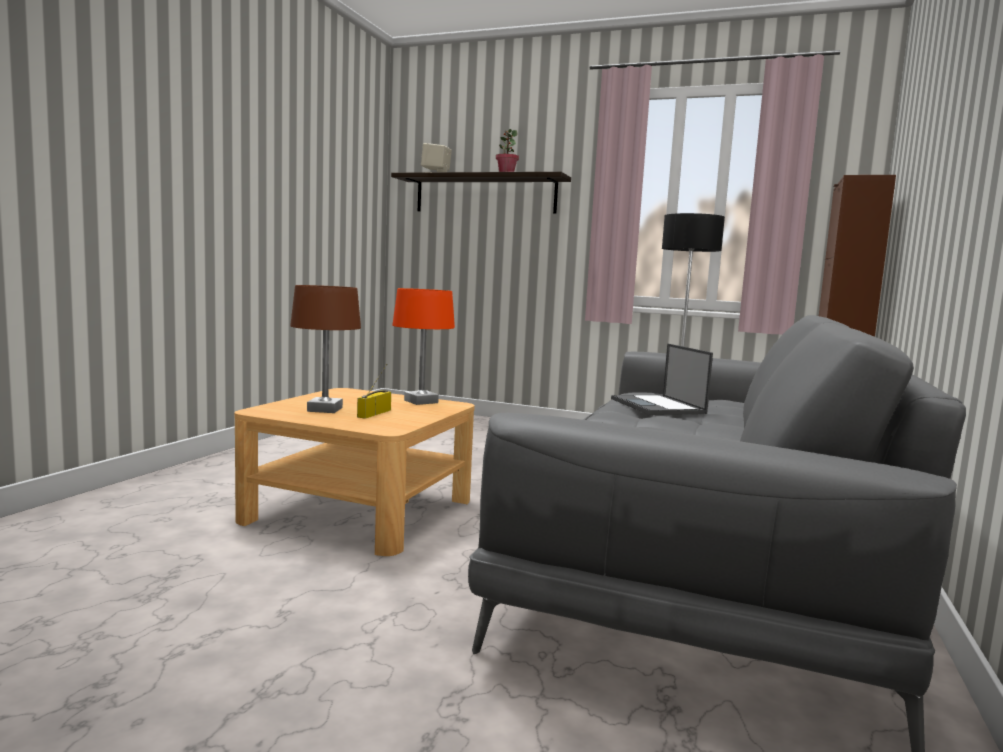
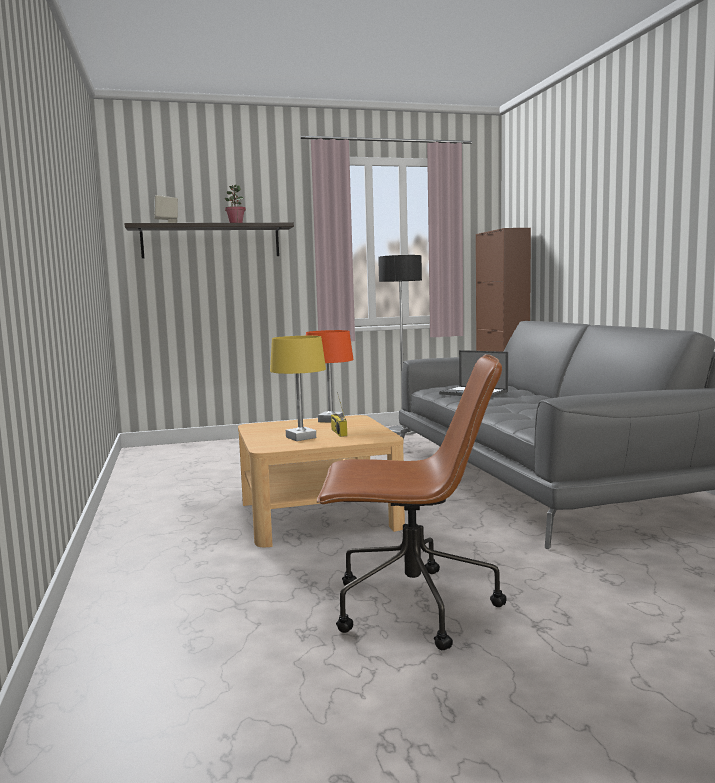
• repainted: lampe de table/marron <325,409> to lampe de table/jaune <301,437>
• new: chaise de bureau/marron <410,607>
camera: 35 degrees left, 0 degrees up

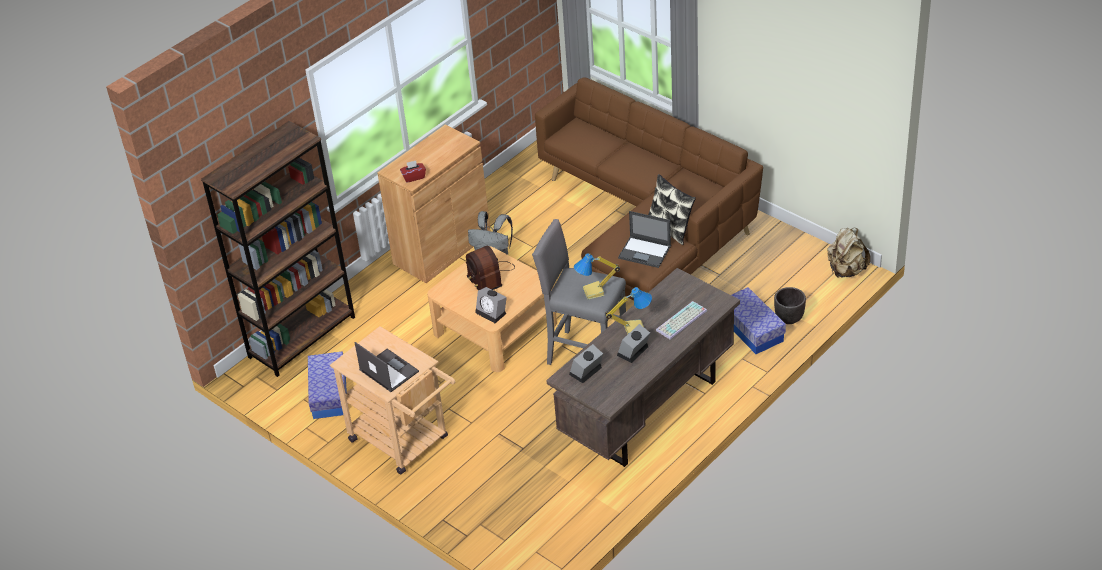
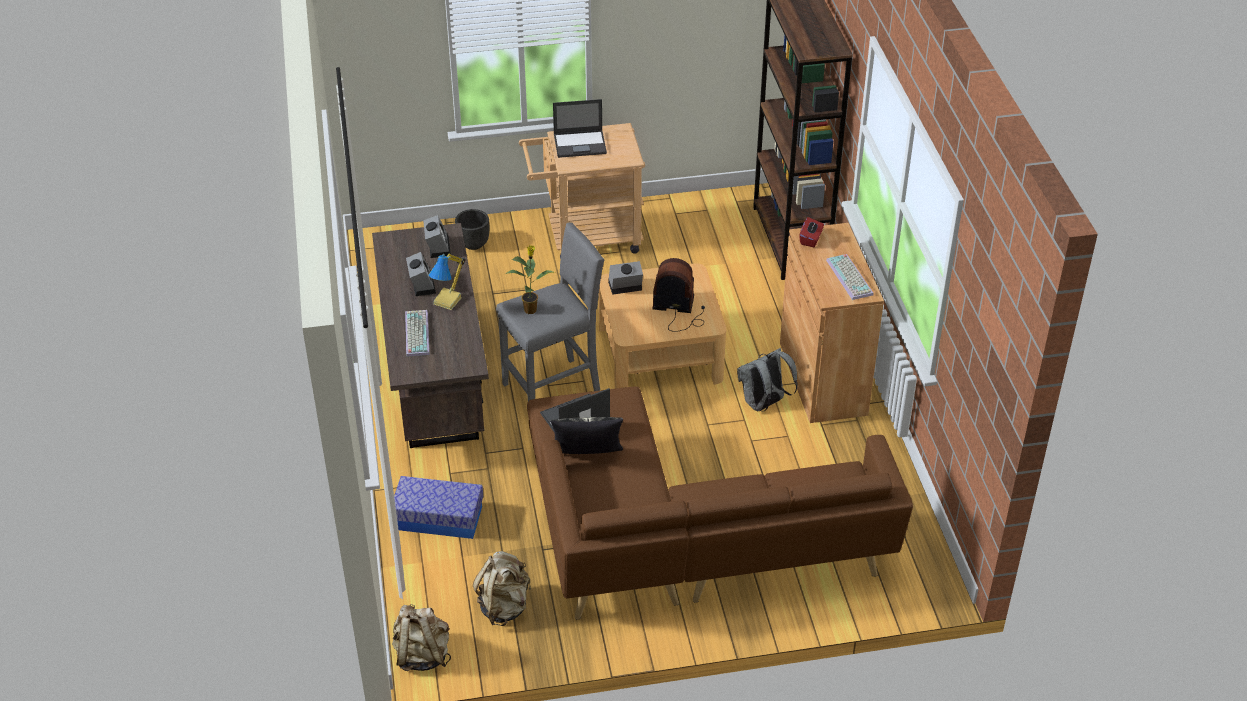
• shifted: cache-pot/noir <789,318> to <473,243>
• new: sac à dos/beige <504,606>
• swapped: lampe de table <594,292> to plante en pot <531,309>
• new: clavier <851,278>
• gone: boîte de rangement <329,394>
camera: 125 degrees right, 0 degrees up

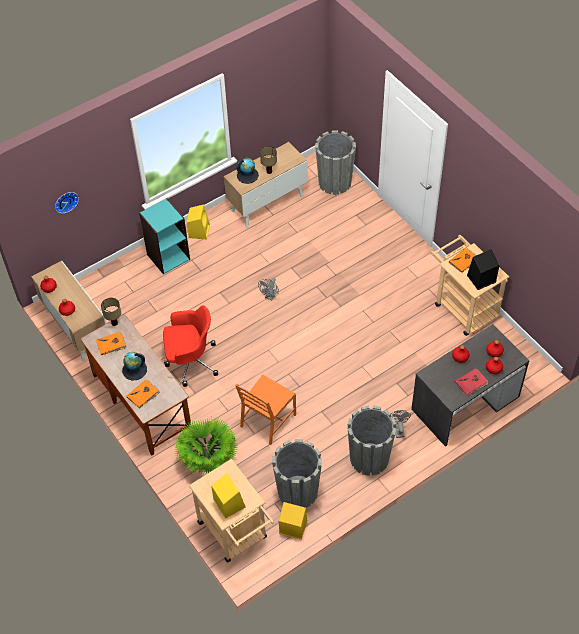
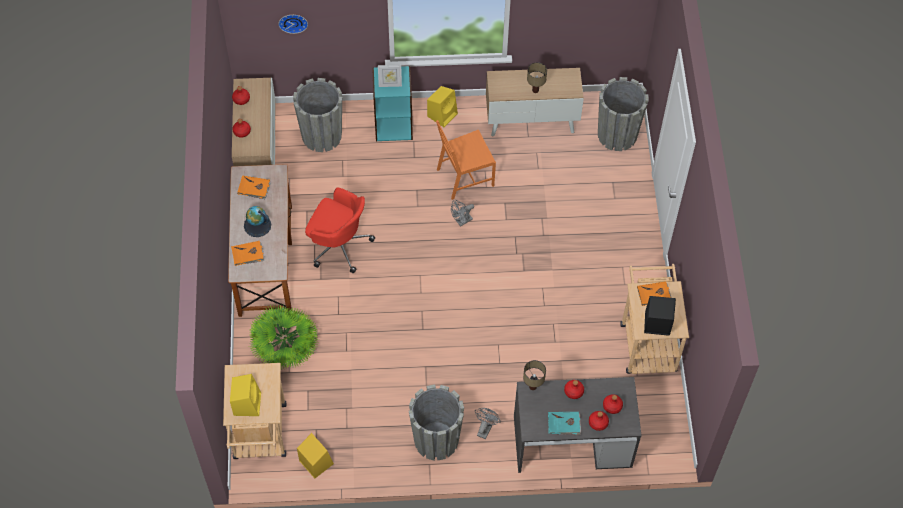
• shifted: cache-pot/gris <298,491> to <321,135>
• new: cadre photo <390,84>
• shifted: chaise/orange <267,421> to <464,177>
• shifted: lampe de table <114,323> to <532,386>
• repainted: livre/rouge <471,383> to livre/turquoise <564,424>
• gone: globe <247,175>
camera: 30 degrees right, 5 degrees up

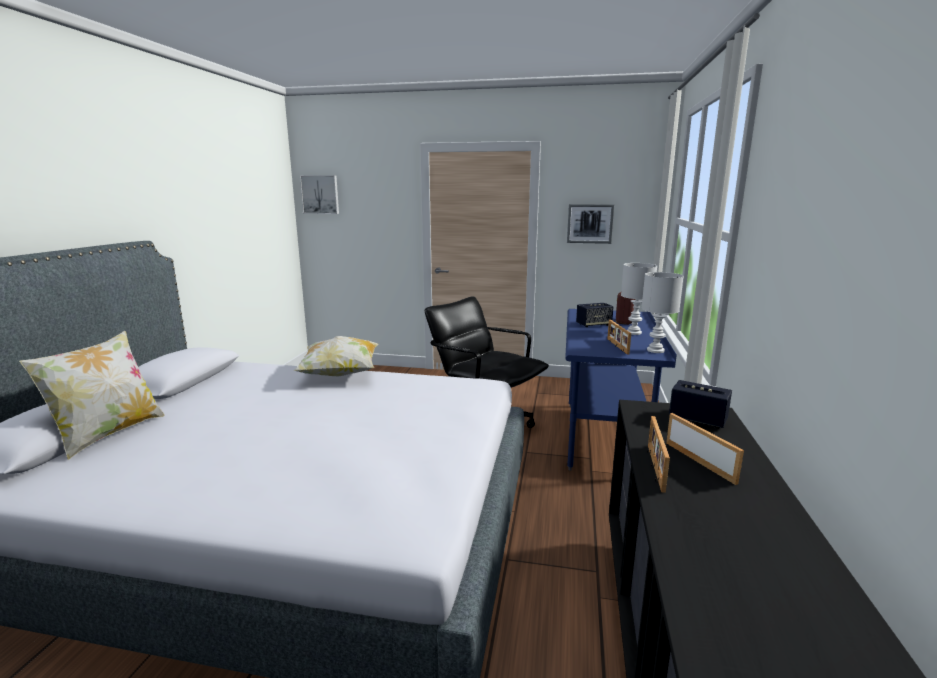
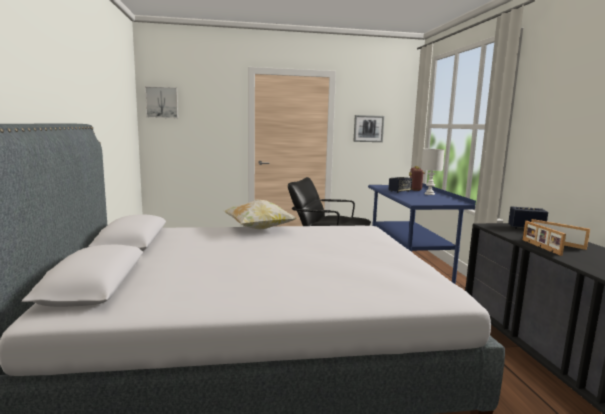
• gone: coussin <109,433>
• gone: cadre photo <617,346>
• gone: lampe de table/blanc <655,350>
camera: 20 degrees left, 5 degrees down

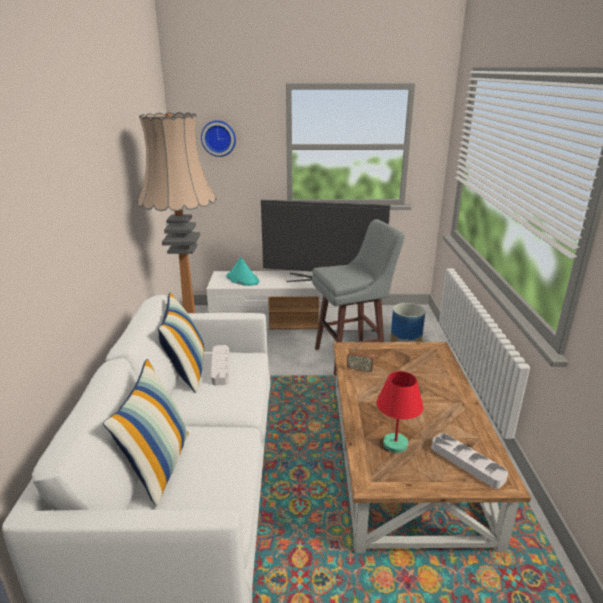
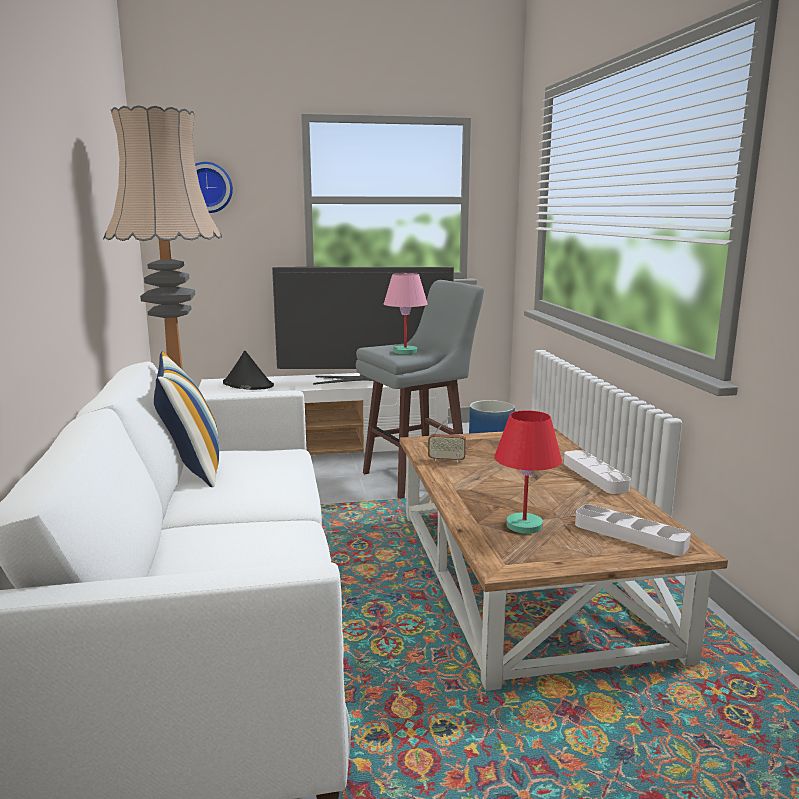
• repainted: chapeau/turquoise <242,279> to chapeau/noir <247,384>
• new: lampe de table/rose <405,351>
• shifted: plateau/blanc <220,367> to <595,476>
• gone: coussin <158,465>
camera: 10 degrees left, 10 degrees down

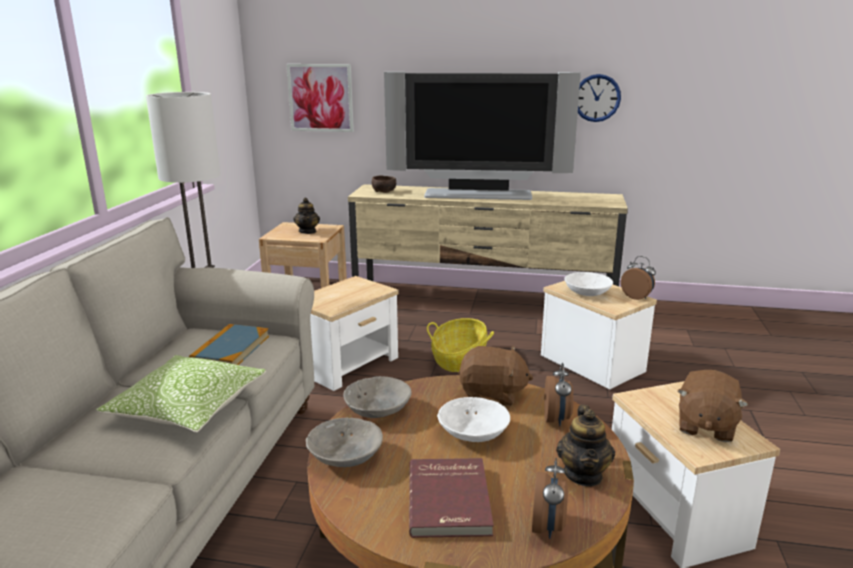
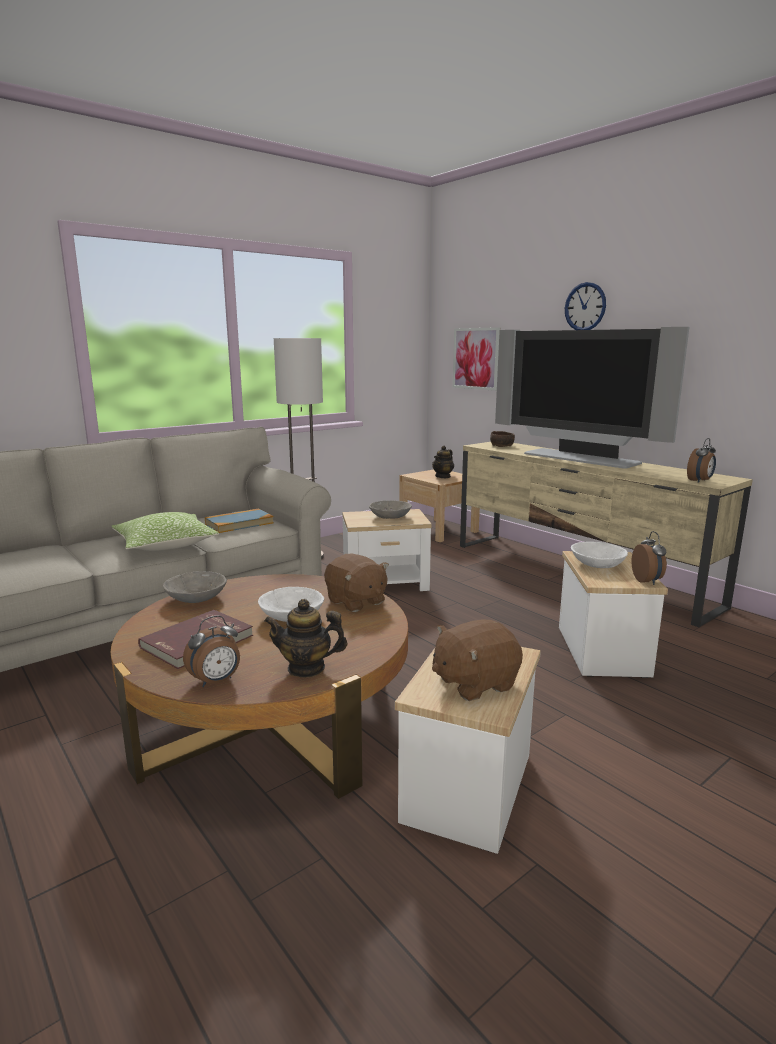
• rotated: théière <583,474> = <306,668> 45 degrees clockwise
• shifted: bol/gris <378,409> to <391,517>
• shifted: horloge murale <597,98> to <585,307>
• shifted: réveil <557,419> to <700,481>
• gone: panier <459,359>
camera: 40 degrees right, 5 degrees down

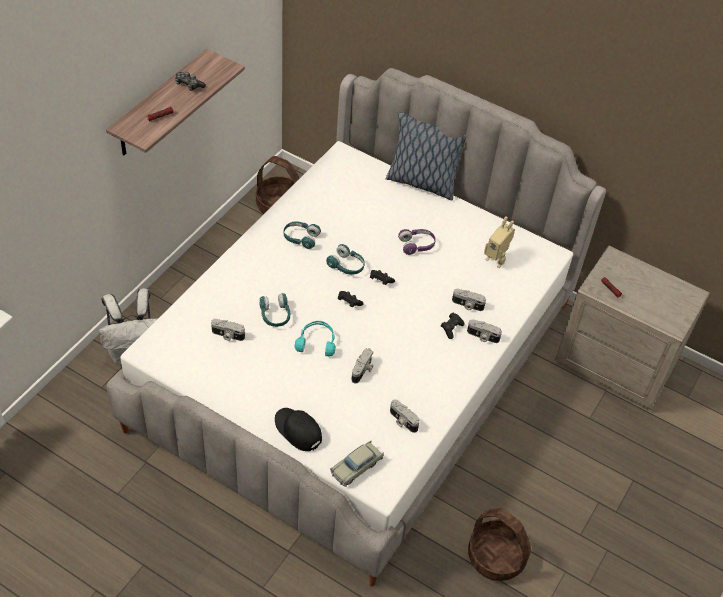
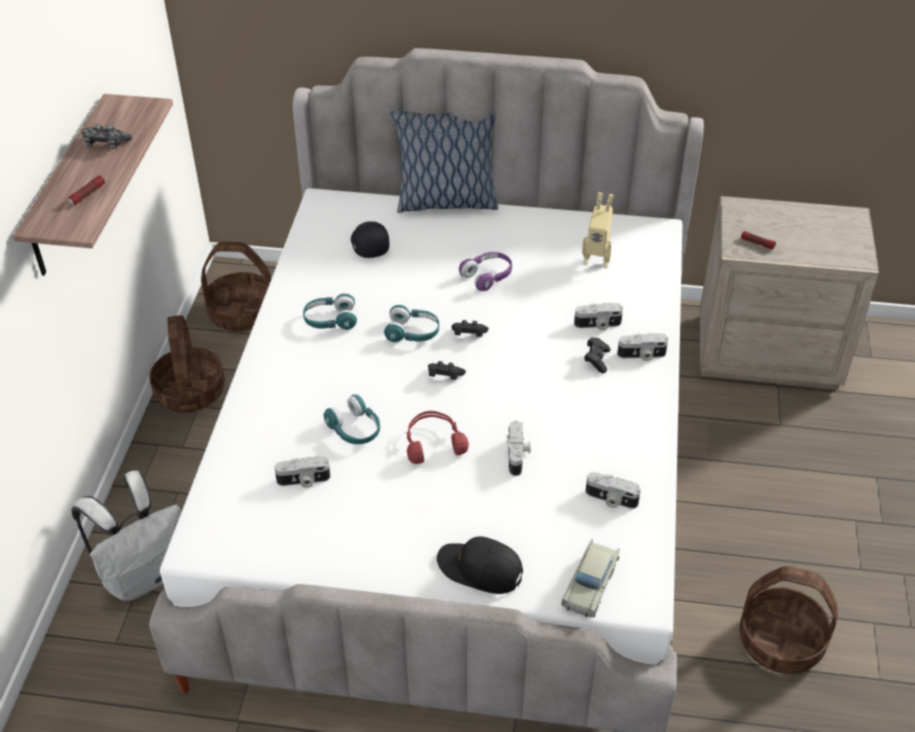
• new: panier <191,392>
• new: casquette/noir <368,245>
• repainted: casque audio/turquoise <317,342> to casque audio/rouge <433,442>
camera: 20 degrees left, 5 degrees down

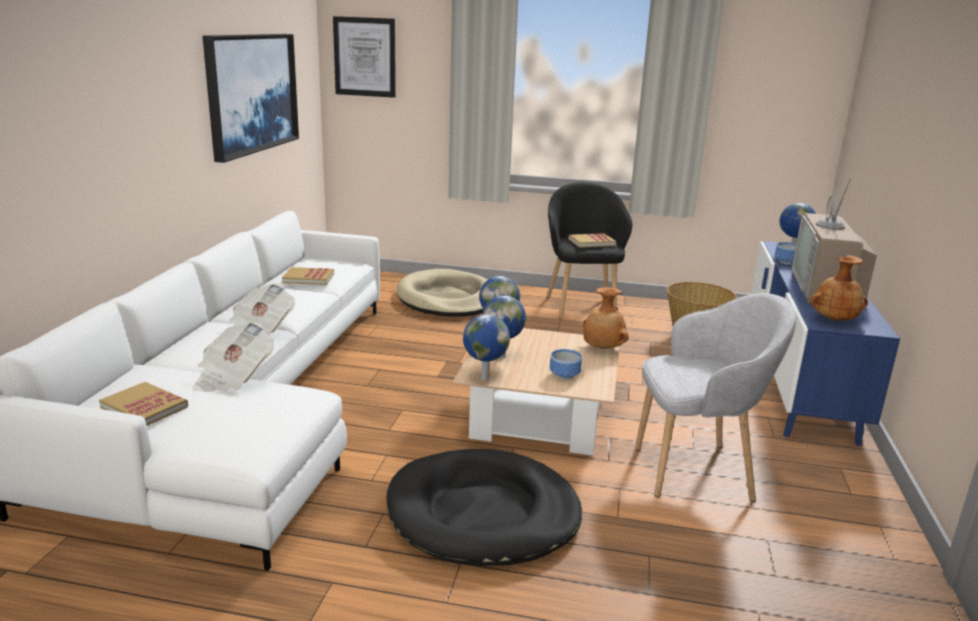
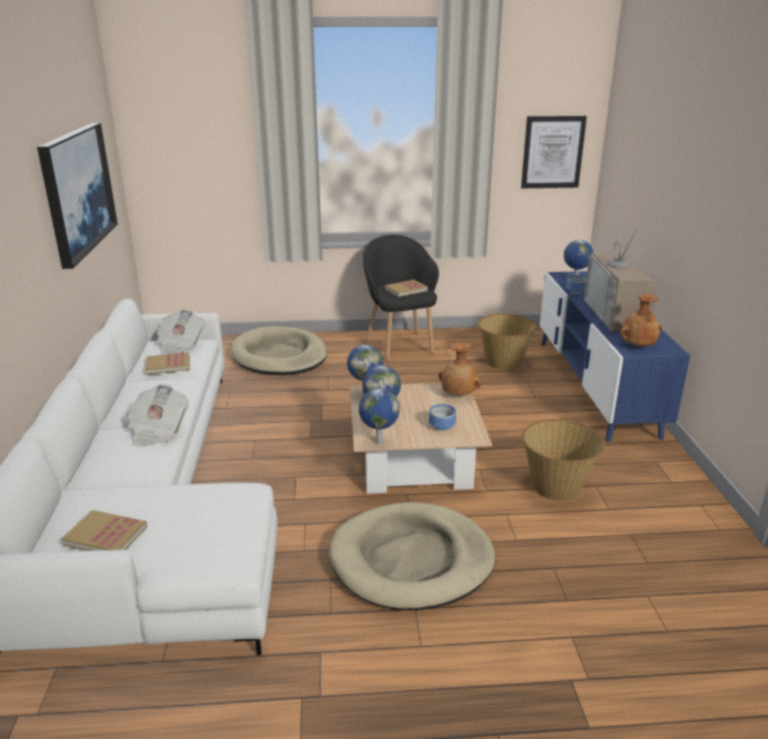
• shifted: journal <233,377> to <180,345>
• repainted: panier pour chien/noir <483,513> to panier pour chien/beige <412,560>
• shifted: tableau <365,57> to <552,152>
• swapped: fauteuil/gris <696,471> to panier <557,486>
camera: 15 degrees left, 5 degrees up

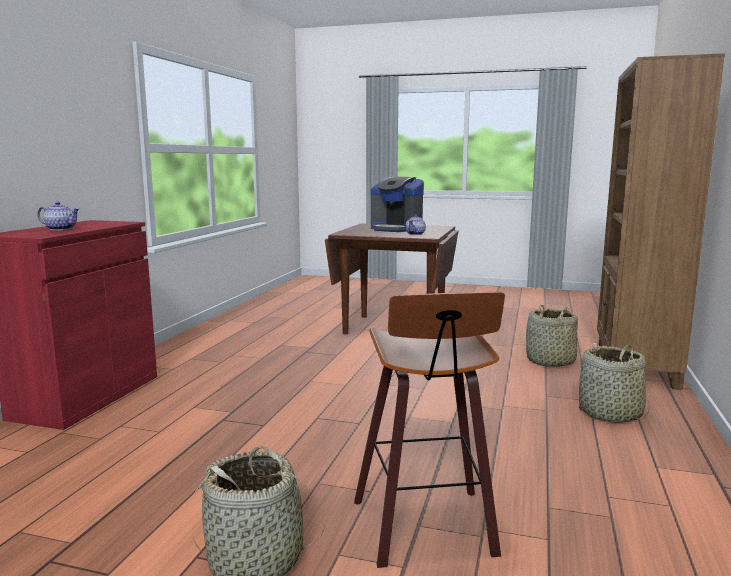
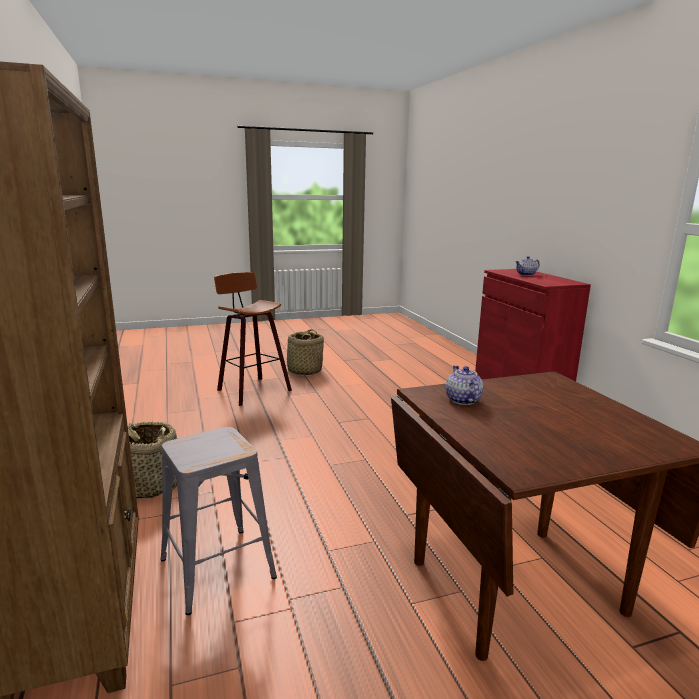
• swapped: panier <550,361> to tabouret/gris <217,567>
• gone: machine à café <396,229>
camera: 145 degrees right, 5 degrees up

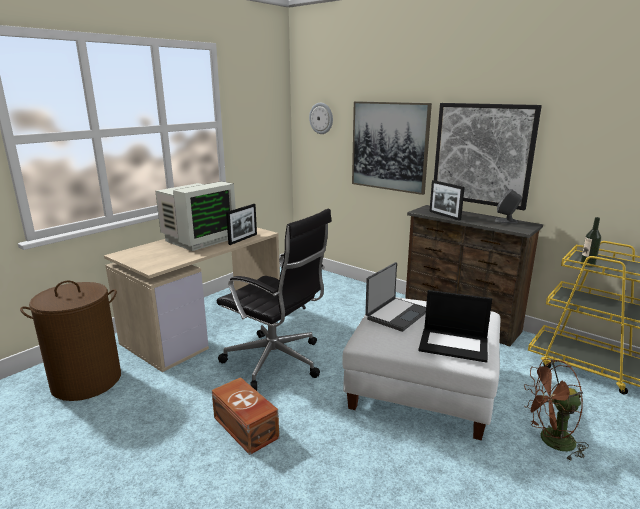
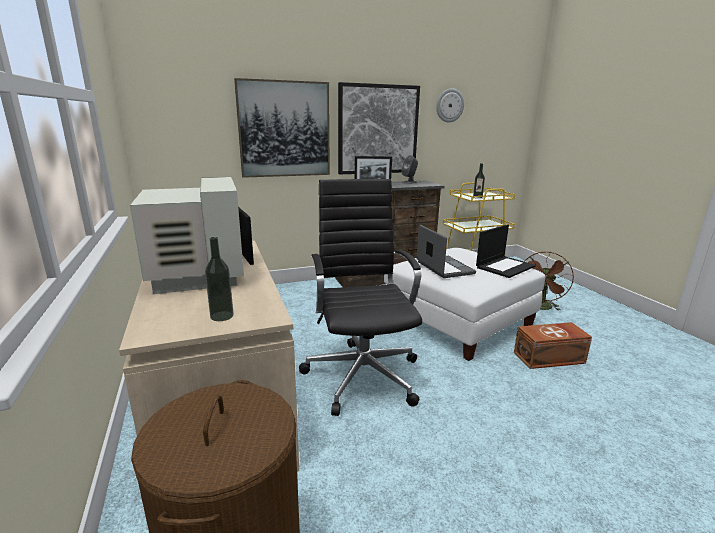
• new: bouteille <222,316>
• rotated: chaise de bureau/noir <276,362> = <362,374> 75 degrees counterclockwise
• shifted: horloge murale <321,118> to <449,105>
• shifted: boîte de rangement/marron <245,428> to <550,358>
camera: 60 degrees left, 0 degrees up

